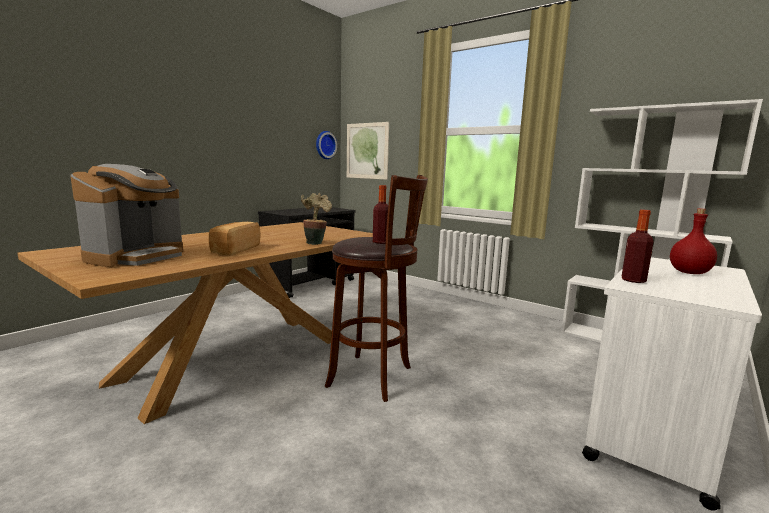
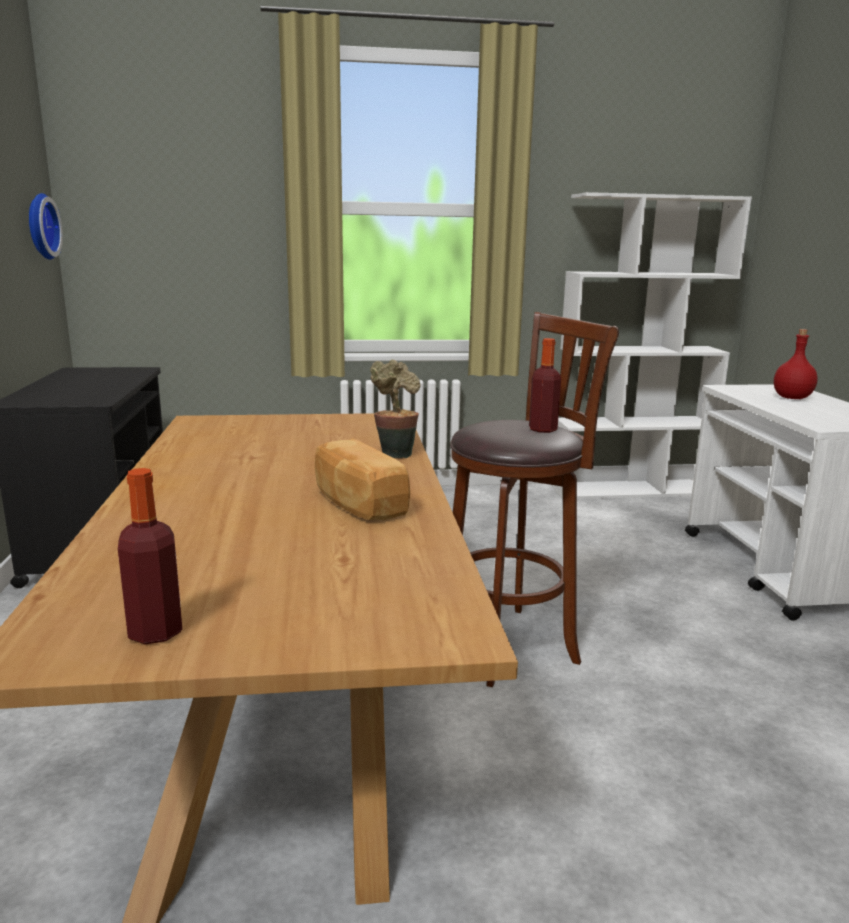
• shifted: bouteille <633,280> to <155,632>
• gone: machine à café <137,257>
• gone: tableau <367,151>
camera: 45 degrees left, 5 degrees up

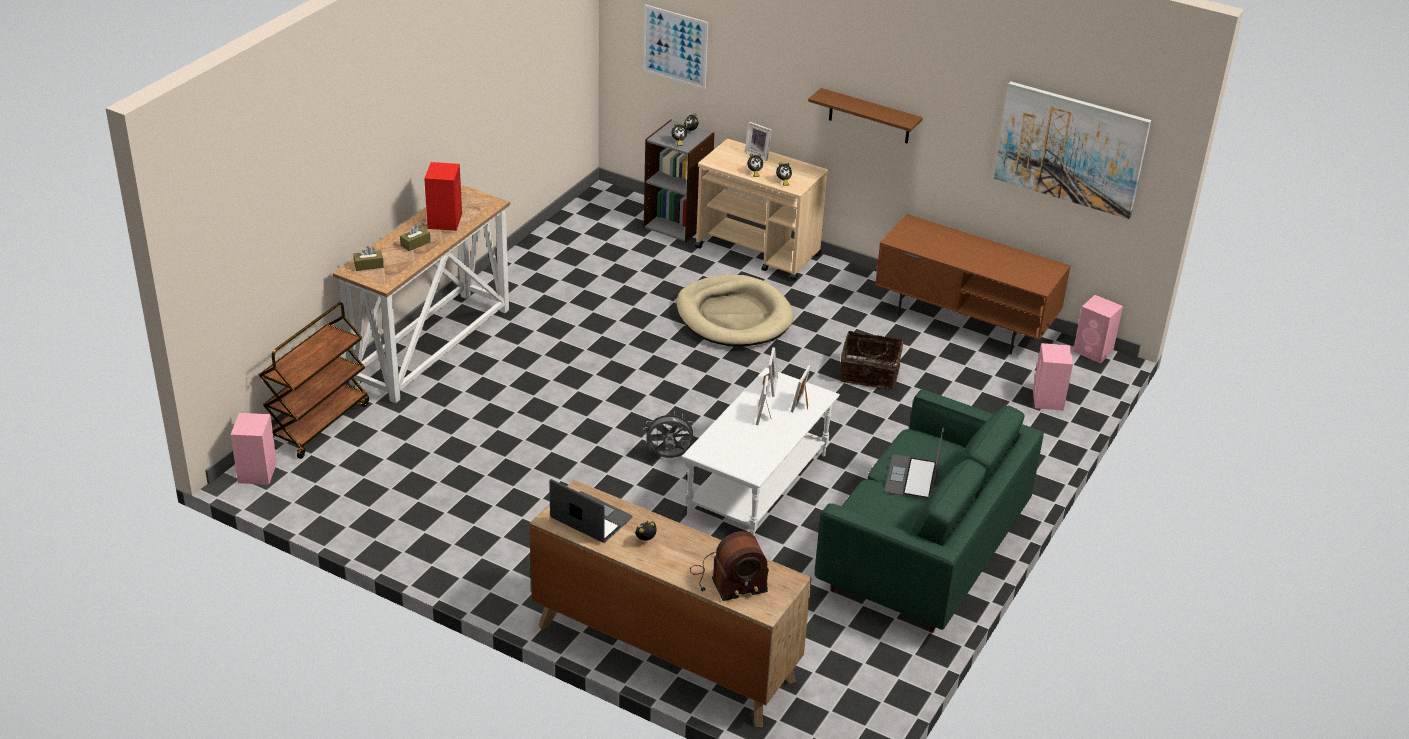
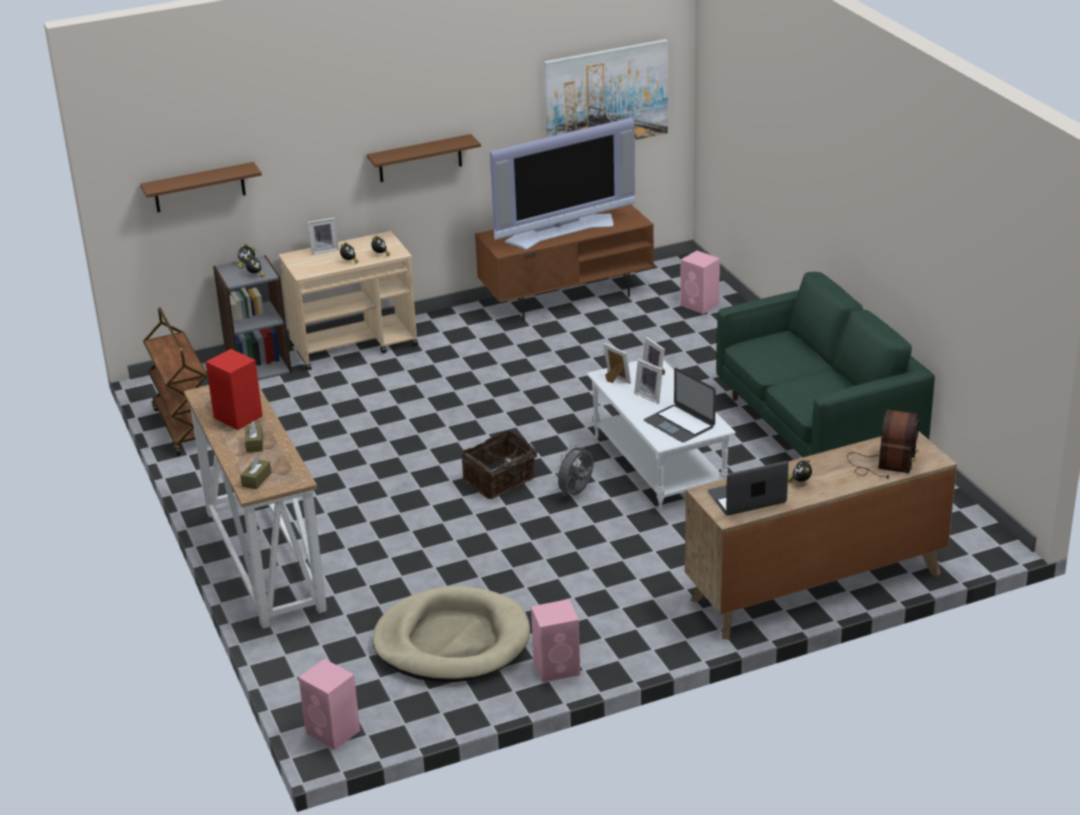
• swapped: tableau <675,46> to étagère/marron <199,187>
• shifted: chariot/marron <318,423> to <184,427>
• shifted: panier pour chien/beige <733,316> to <452,641>
• shifted: panier <869,375> to <500,480>
• new: téléviseur <561,230>
• shifted: enceinte/rose <1094,351> to <558,668>
• shifted: ordinateur portable <912,478> to <679,424>
camera: 50 degrees left, 5 degrees down

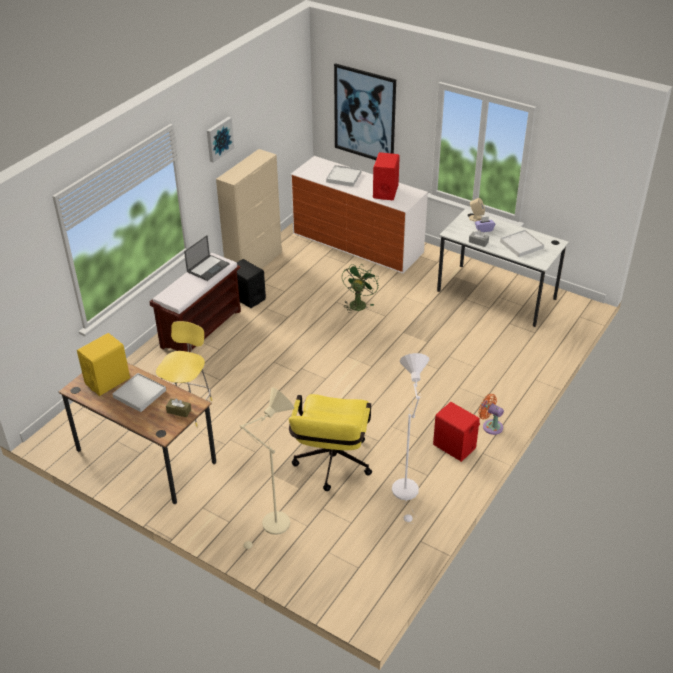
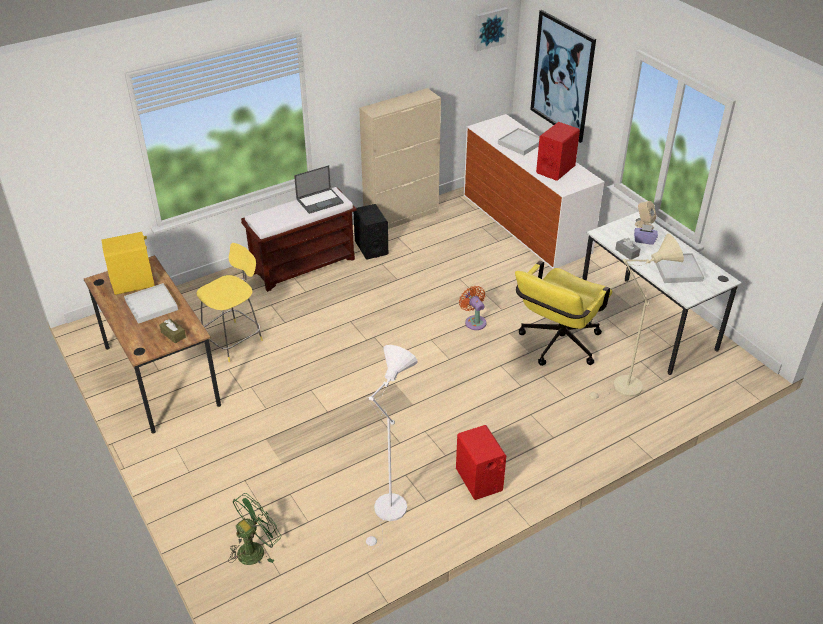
• shifted: ventilateur/vert <358,303> to <255,549>
• shifted: ventilateur/orange <490,426> to <474,321>
• shifted: tableau <219,139> to <489,28>
• shifted: chaise de bureau/jaune <331,466> to <556,346>
• shifted: lampadaire/beige <272,527> to <623,388>
camera: 25 degrees right, 0 degrees up

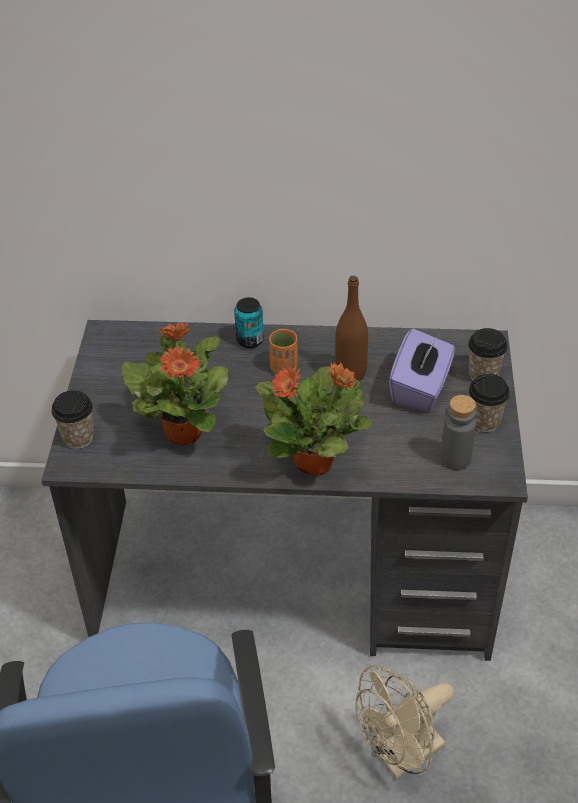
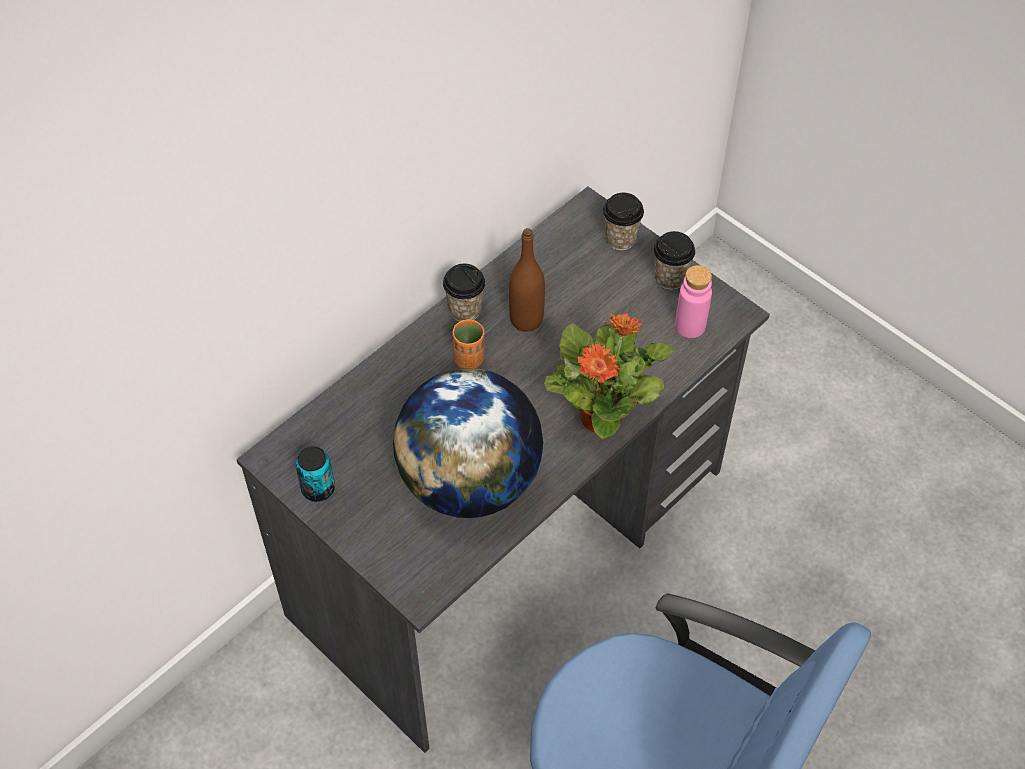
• shifted: boîte métallique <250,340> to <318,488>
• swapped: plante en pot <184,431> to globe <470,482>
• shifted: tasse <78,438> to <465,310>
• repainted: bouteille/gris <455,459> to bouteille/rose <690,326>
• gone: ventilateur/beige <401,756>
• gone: boîte à mouchoirs/violet <420,388>
camera: 50 degrees left, 10 degrees up

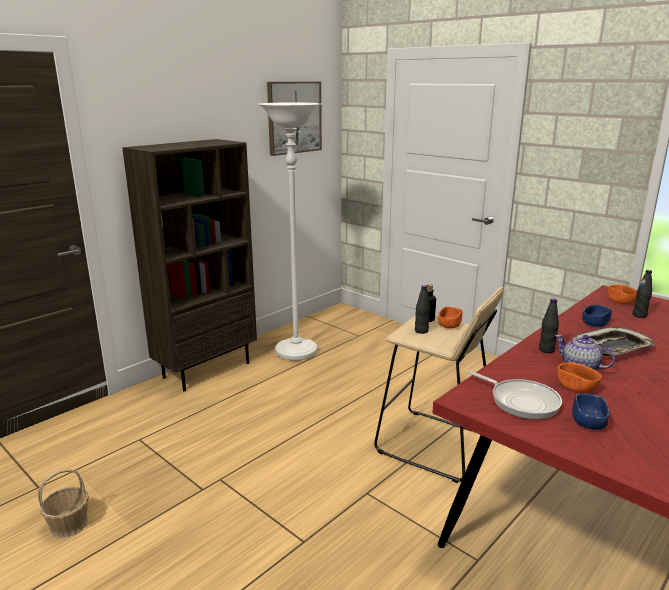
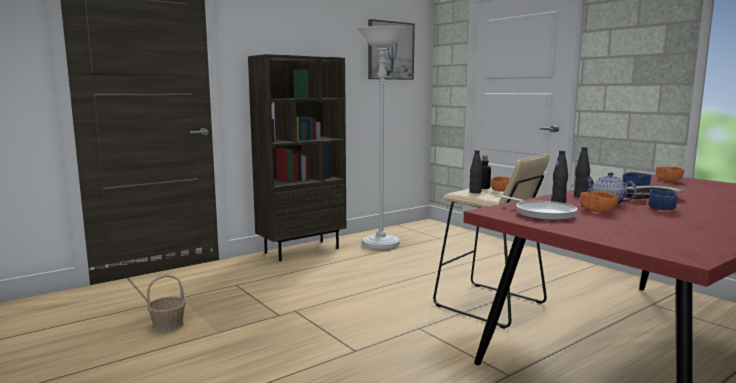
• shifted: bouteille/noir <639,315> to <558,202>
• shifted: bol/bleu <588,422> to <661,208>
camera: 10 degrees right, 10 degrees down

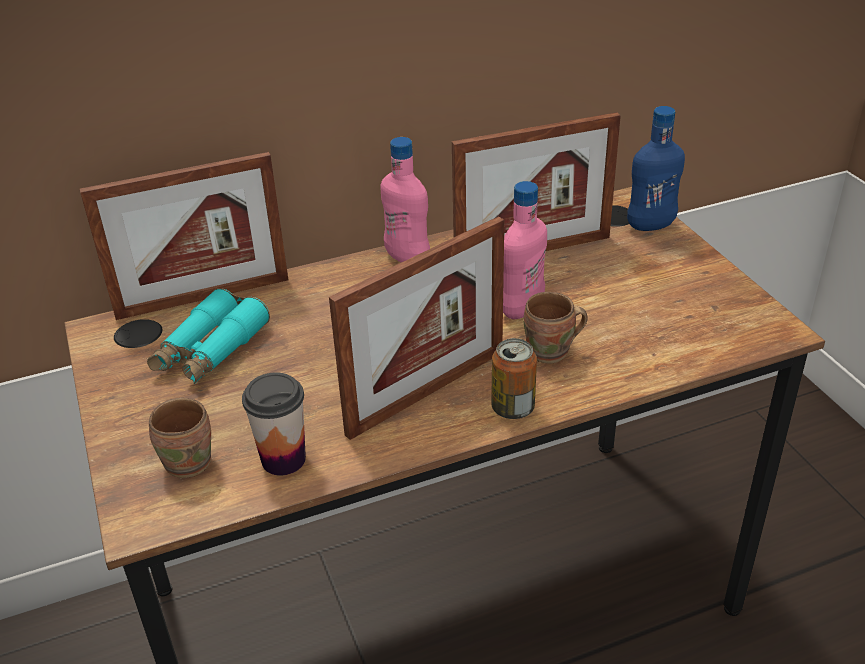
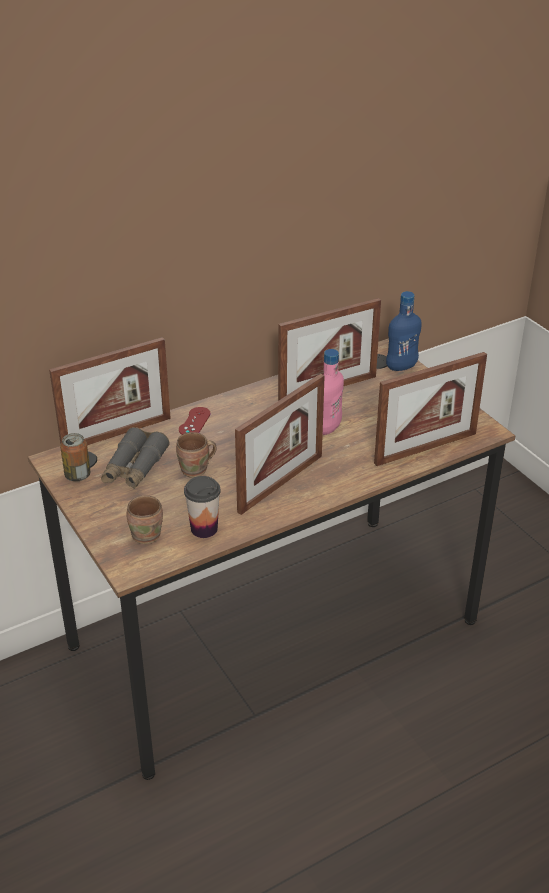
• shifted: boîte métallique <513,408> to <77,475>
• repainted: jumelles/turquoise <210,350> to jumelles/gris <134,468>
• shifted: mug/marron <551,353> to <196,471>
• new: manette/rouge <194,422>
• new: cadre photo <425,448>
• gone: bouteille/rose <407,258>
camera: 10 degrees left, 0 degrees up

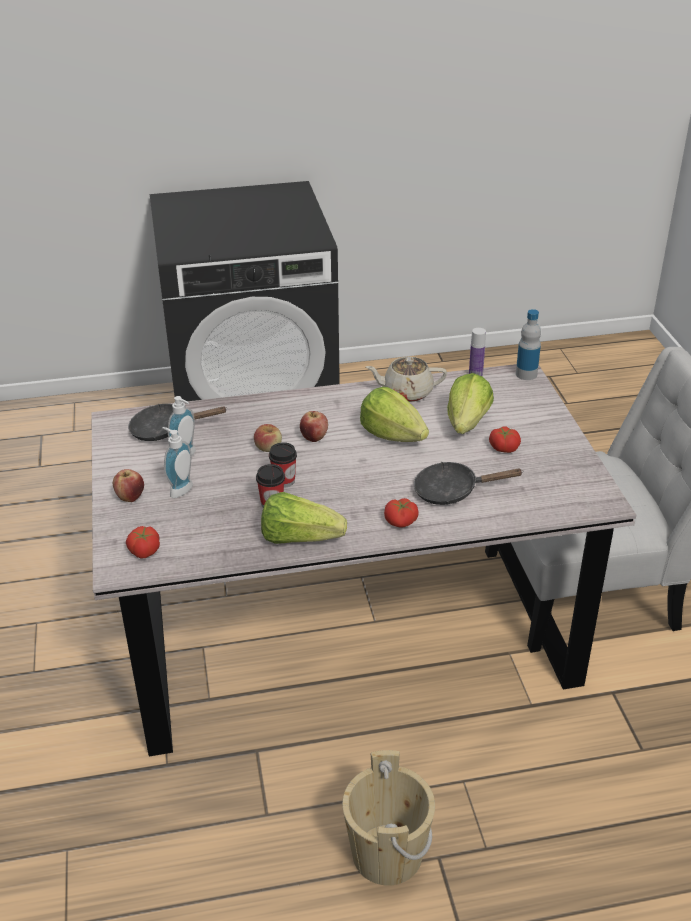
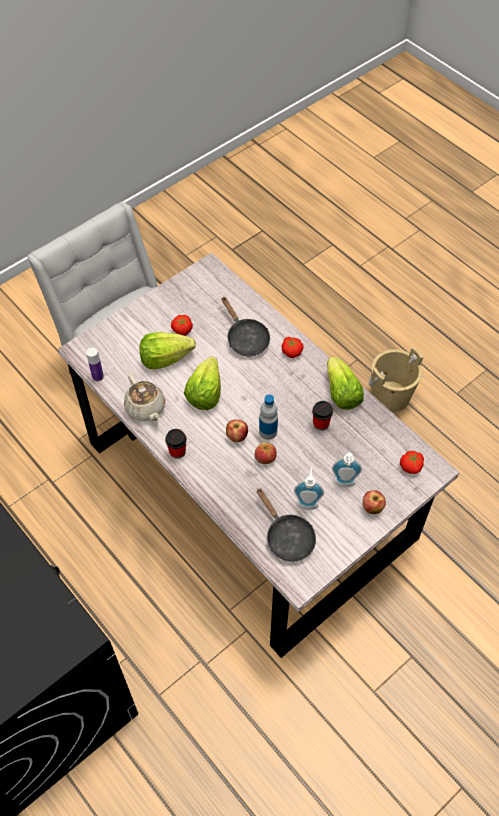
• shifted: tasse <284,481> to <177,452>
• shifted: bouteille <526,374> to <268,431>
camera: 120 degrees left, 20 degrees up

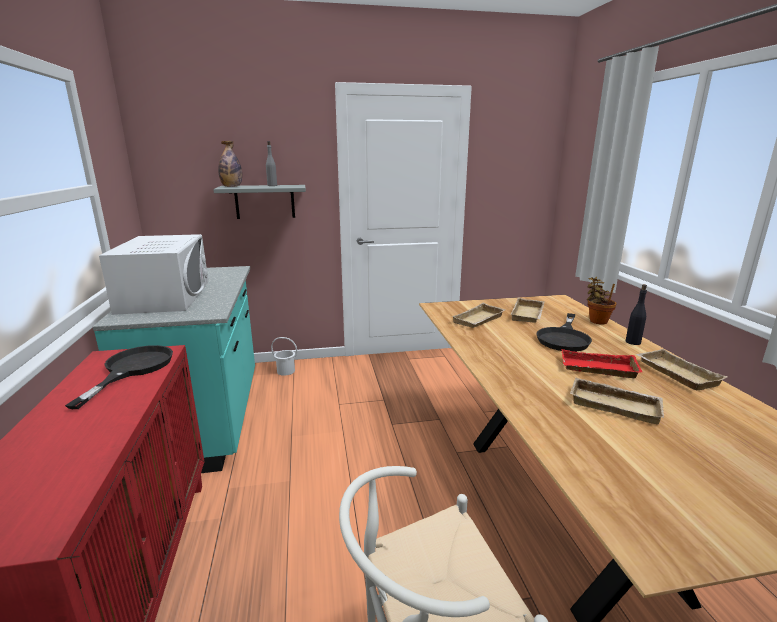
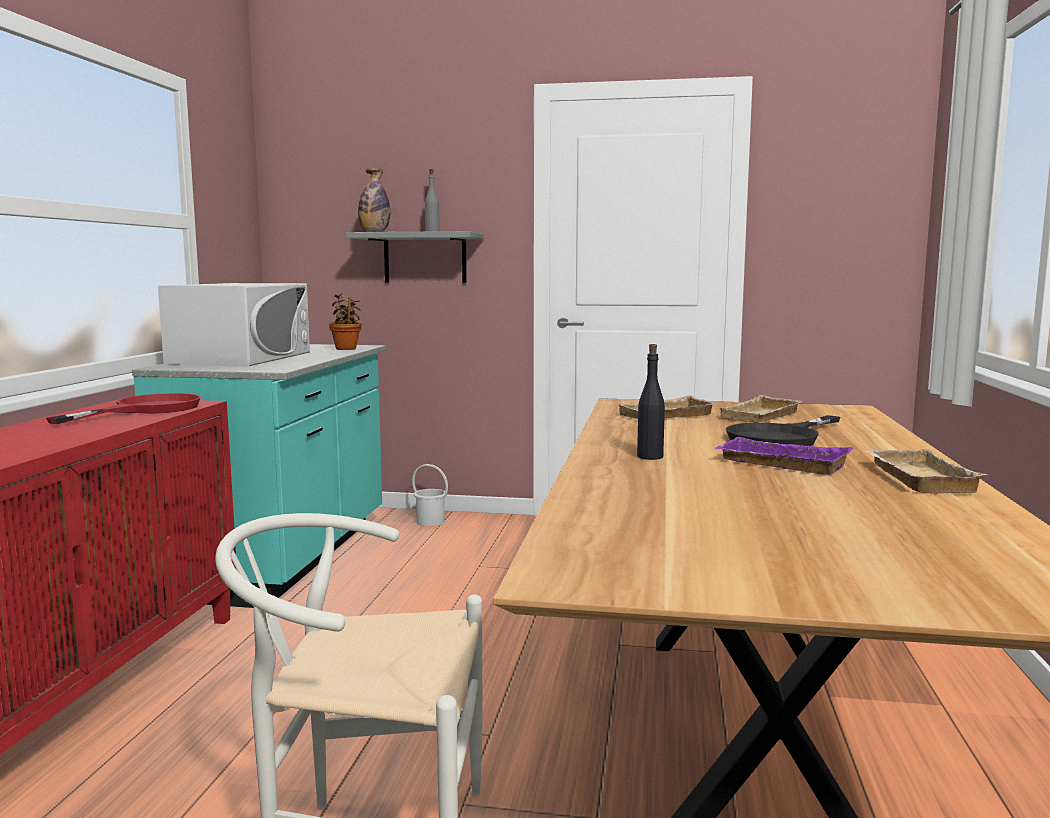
• repainted: poêle/noir <132,369> to poêle/rouge <146,410>
• shifted: plante en pot <596,320> to <346,348>
• shifted: bouteille/noir <633,342> to <650,457>
• repainted: plateau/rouge <597,369> to plateau/violet <779,464>
• gone: plateau/beige <615,404>
camera: 20 degrees right, 10 degrees down

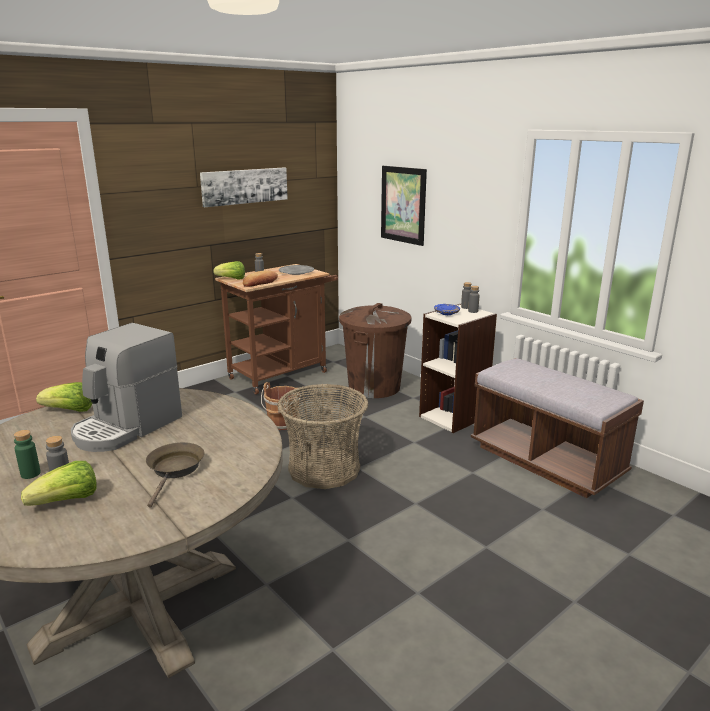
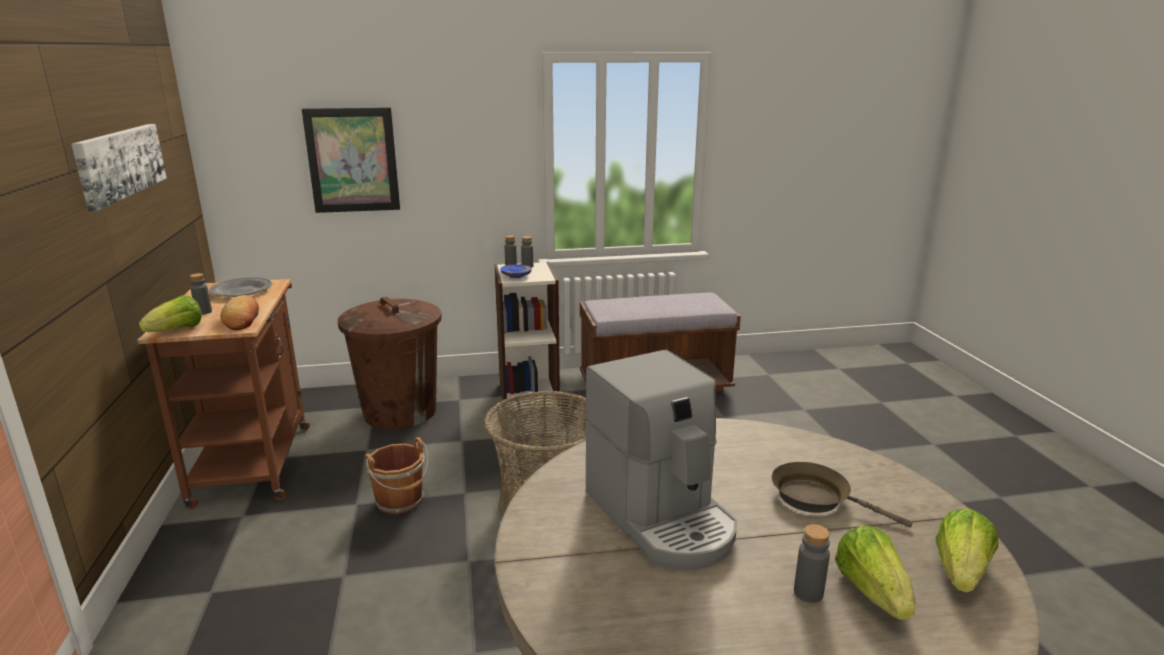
• shifted: laitue <70,411> to <961,571>
• gone: bouteille/vert <30,474>
camera: 60 degrees left, 0 degrees up

